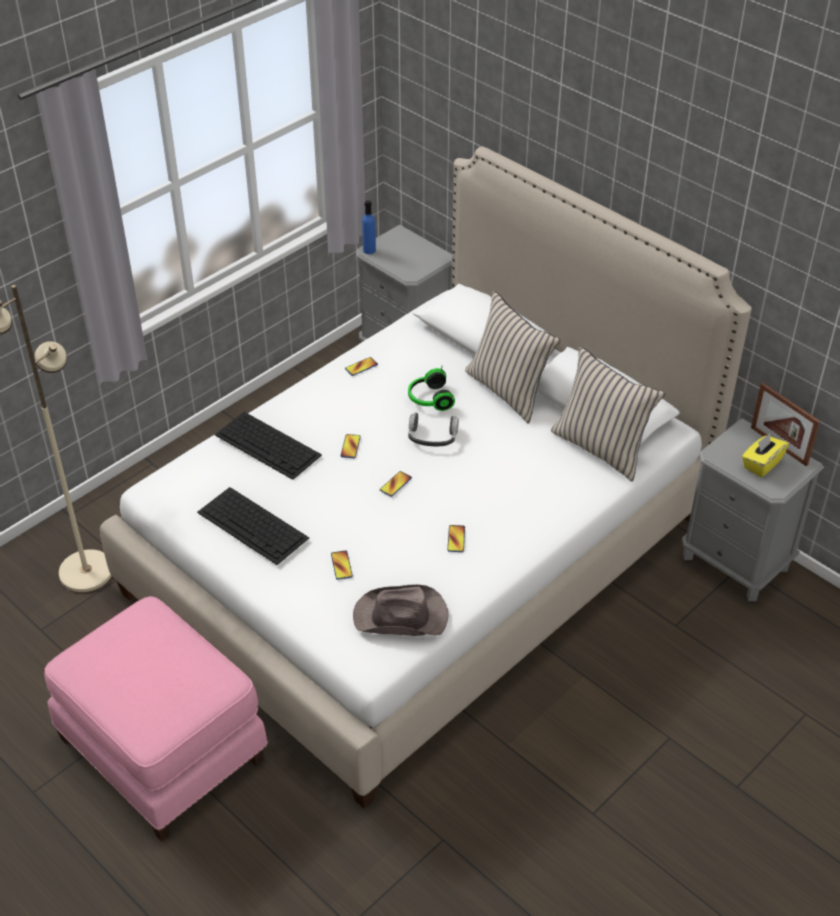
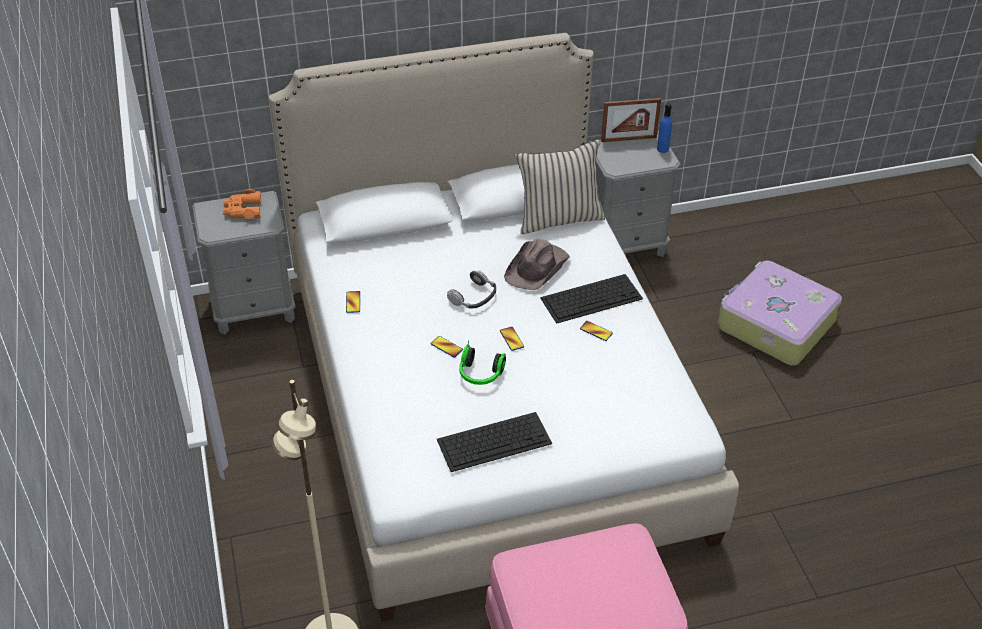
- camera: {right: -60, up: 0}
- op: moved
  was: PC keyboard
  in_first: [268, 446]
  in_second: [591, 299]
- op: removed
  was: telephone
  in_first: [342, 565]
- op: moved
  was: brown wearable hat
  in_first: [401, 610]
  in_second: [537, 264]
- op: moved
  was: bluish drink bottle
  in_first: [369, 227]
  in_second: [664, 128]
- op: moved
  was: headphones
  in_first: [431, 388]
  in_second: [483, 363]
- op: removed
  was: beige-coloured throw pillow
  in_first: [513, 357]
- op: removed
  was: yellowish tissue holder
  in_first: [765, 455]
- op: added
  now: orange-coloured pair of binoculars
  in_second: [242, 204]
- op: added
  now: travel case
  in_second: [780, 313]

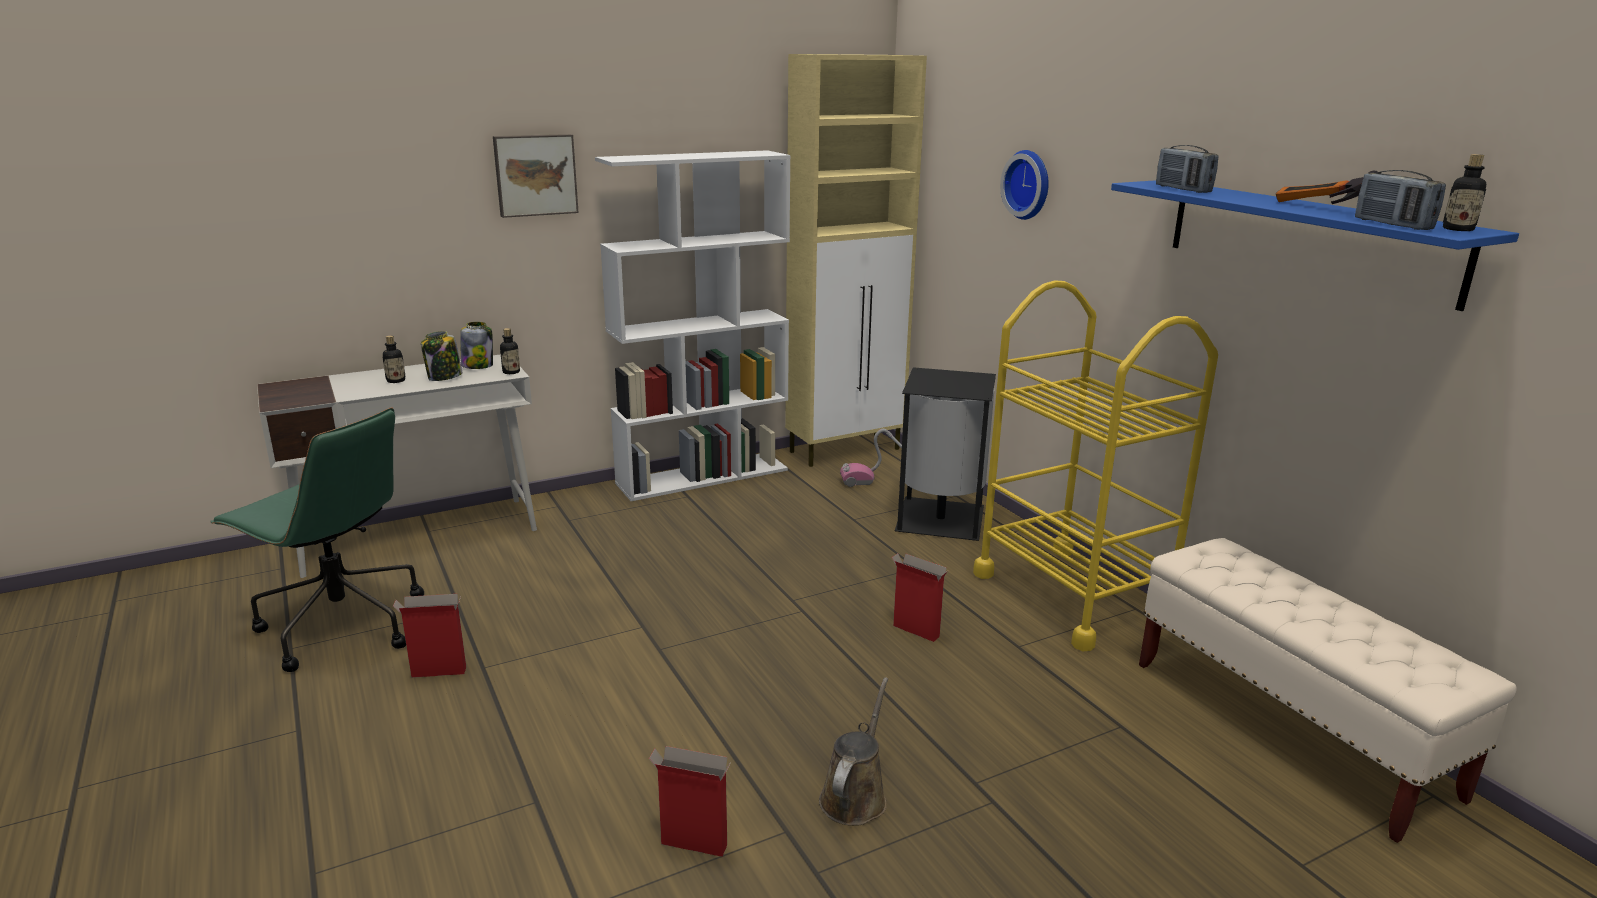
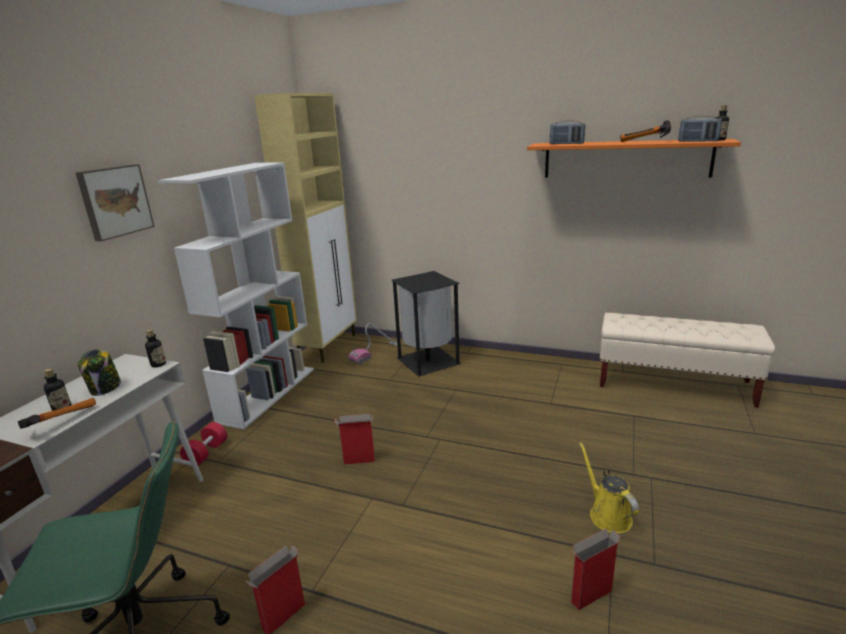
- camera: {right: -40, up: 0}
- op: removed
  was: storage jar
  in_first: [476, 345]
- op: recoloured
  was: brown sprinkling can
  now: yellowish sprinkling can
  in_first: [853, 751]
  in_second: [609, 487]
- op: moved
  was: cardboard box
  in_first: [920, 597]
  in_second: [354, 439]
- op: removed
  was: yellowish cart
  in_first: [1095, 465]
- op: removed
  was: hanging clock
  in_first: [1024, 185]
- op: recoloured
  was: bluish wall shelf
  now: orange-coloured wall shelf
  in_first: [1315, 245]
  in_second: [634, 158]
- op: added
  now: hammer
  in_second: [57, 413]
- op: added
  now: red dumbbell
  in_second: [203, 444]

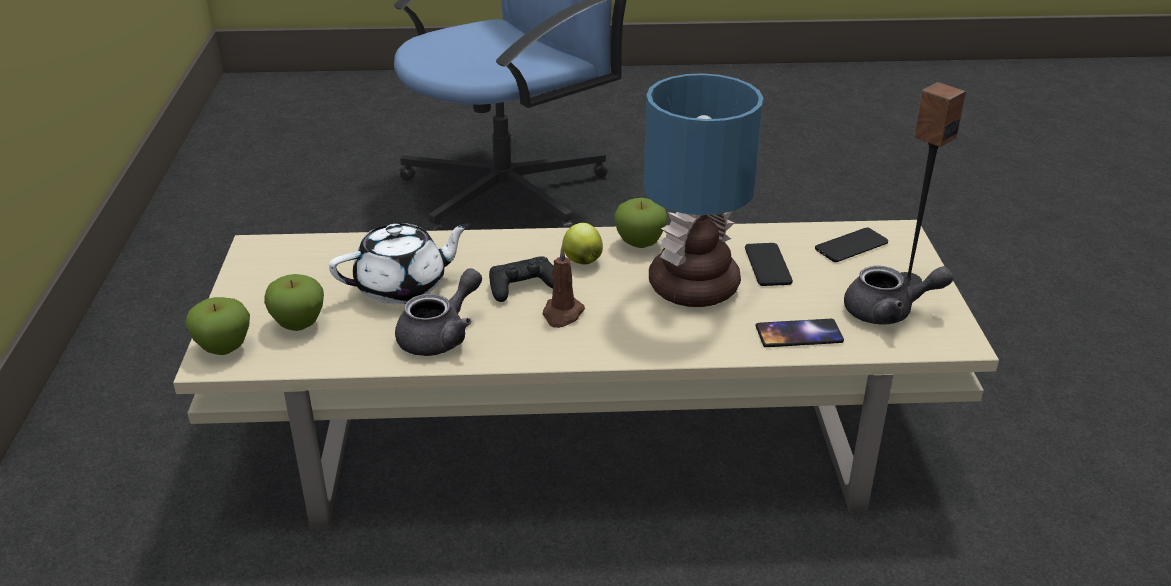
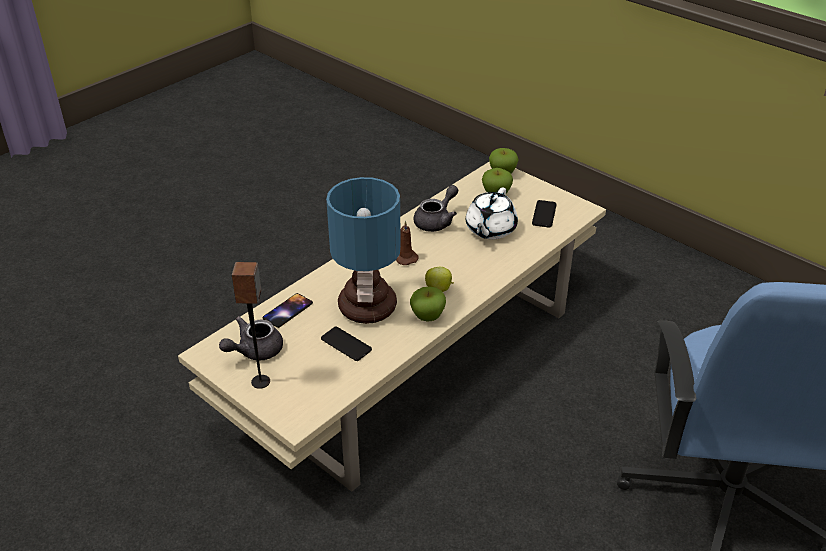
- camera: {right: 135, up: 5}
- op: turned
  was: gray tea pot
  in_first: [438, 312]
  in_second: [436, 208]
  clockwise: -135
- op: removed
  was: black-coloured joypad
  in_first: [521, 279]
- op: moved
  was: telephone
  in_first: [851, 244]
  in_second: [544, 214]

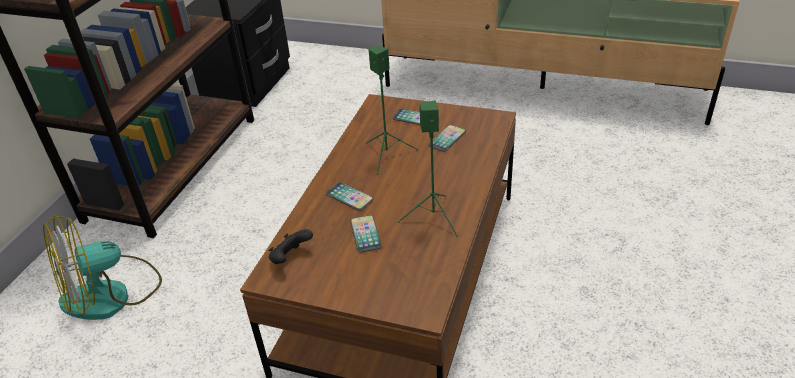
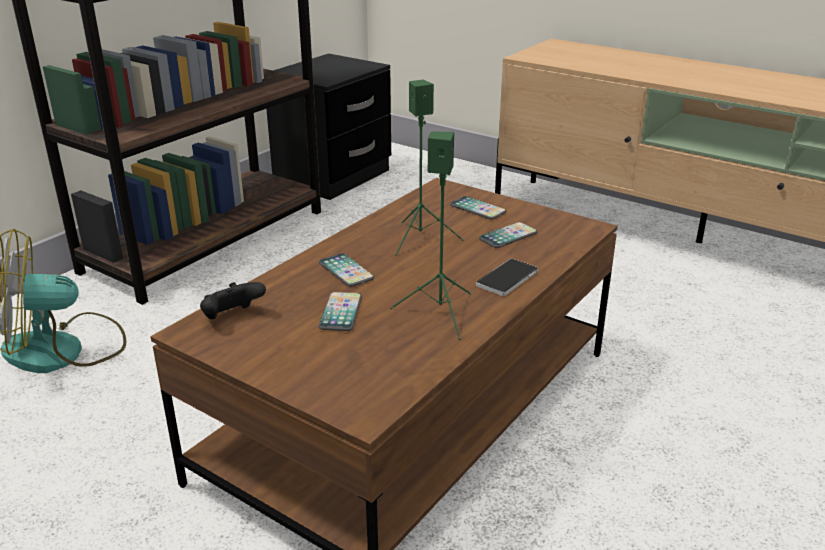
- camera: {right: 15, up: -10}
- op: added
  now: telephone
  in_second: [507, 277]

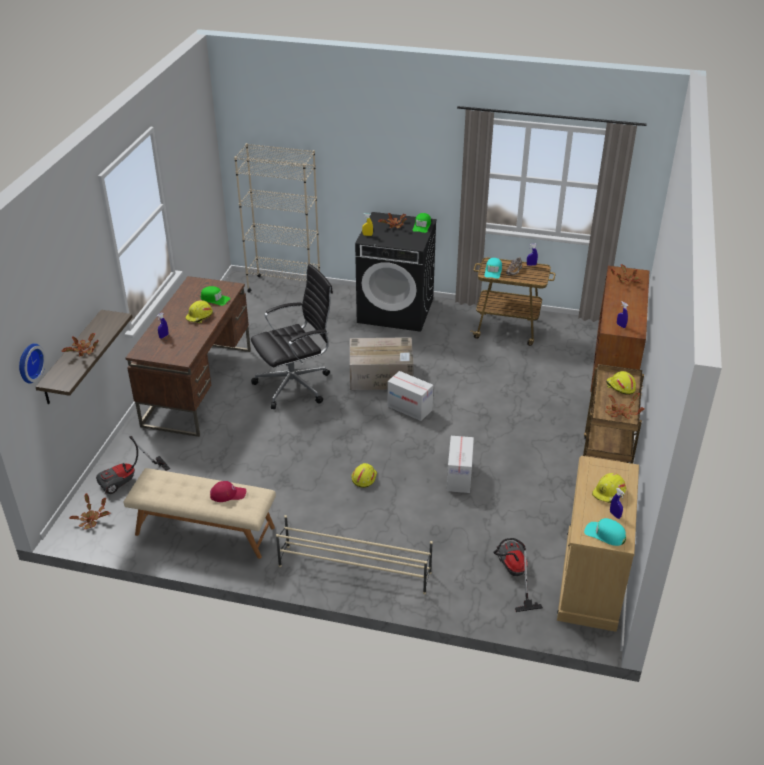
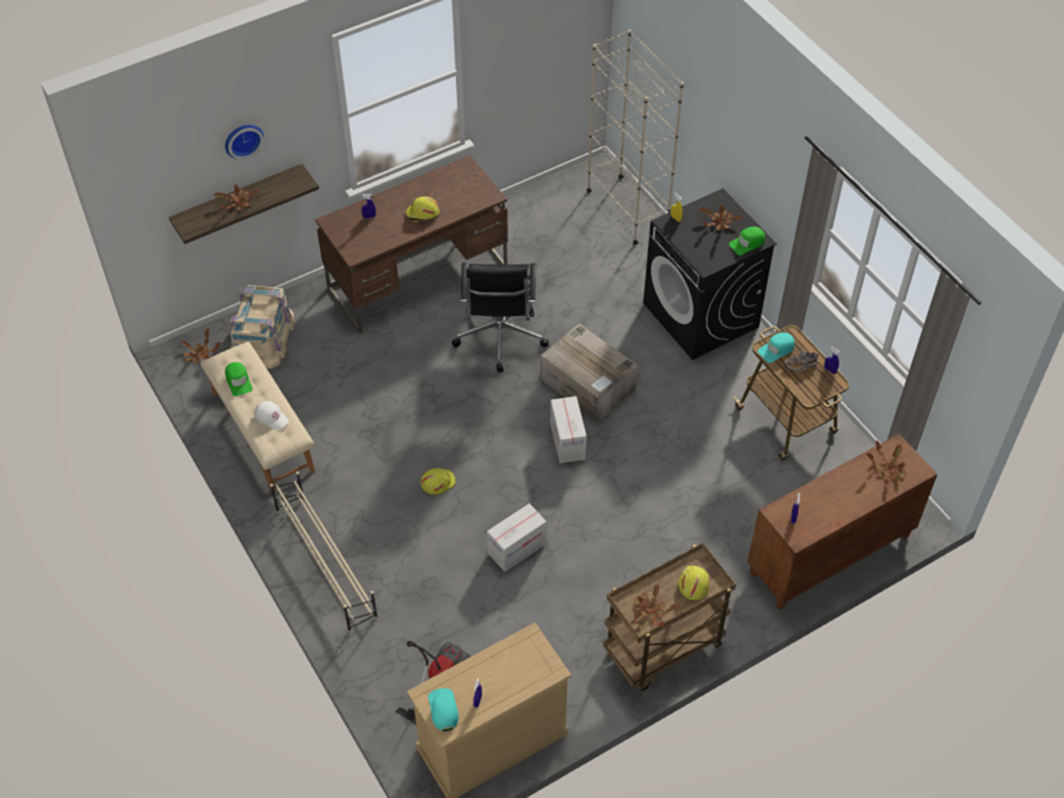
- camera: {right: 45, up: 15}
- op: moved
  was: hanging clock
  in_first: [32, 363]
  in_second: [244, 141]
- op: replaced
  was: hoover
  now: beige-coloured storage container
  in_first: [133, 465]
  in_second: [262, 327]
- op: moved
  was: greenish peaked cap
  in_first: [215, 296]
  in_second: [239, 379]
- op: recoloured
  was: red peaked cap
  now: whitish peaked cap
  in_first: [228, 491]
  in_second: [271, 415]
- op: turned
  was: black-coloured desk chair
  in_first: [292, 336]
  in_second: [500, 318]
  clockwise: 75
- op: removed
  was: yellowish safety helmet
  in_first: [609, 488]

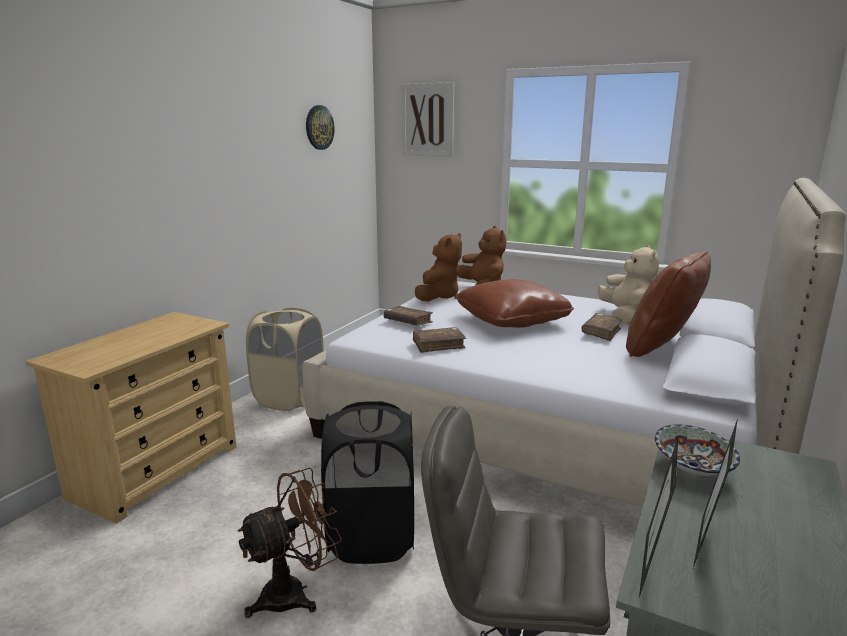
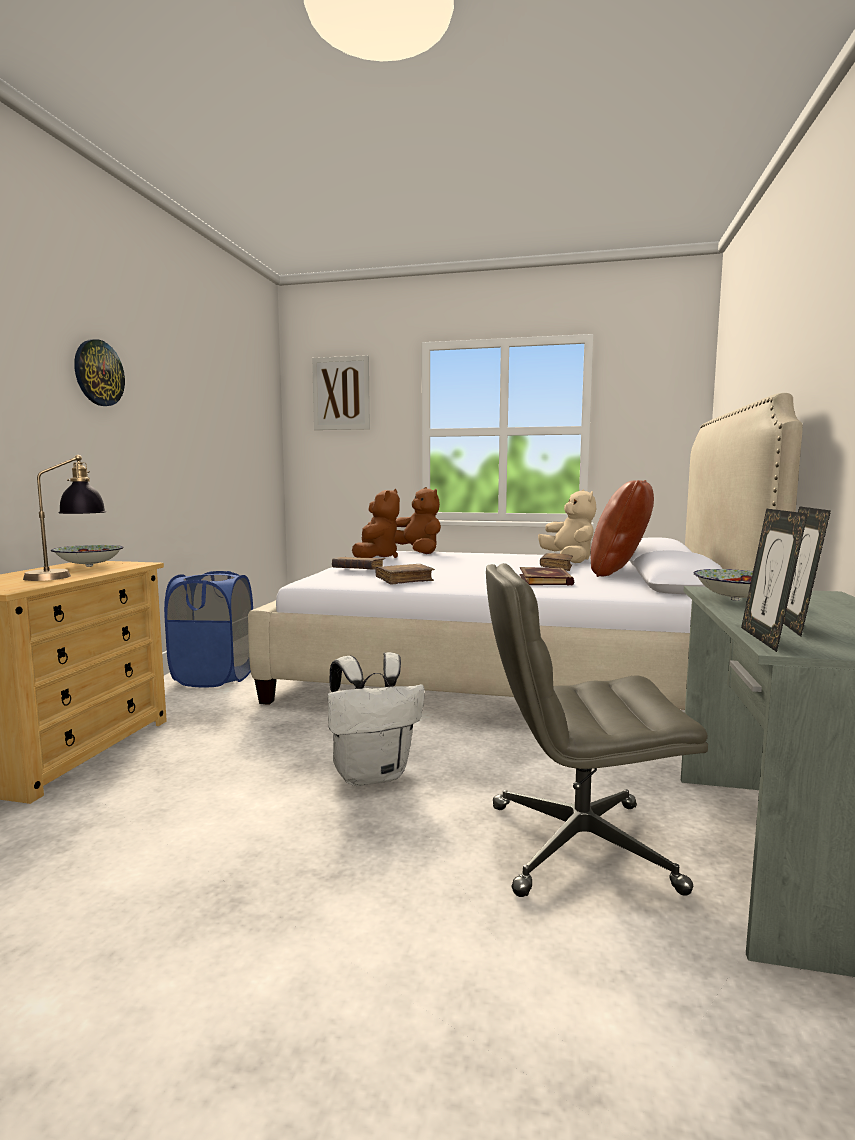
- camera: {right: -15, up: -10}
- op: removed
  was: brown electric fan
  in_first: [290, 543]
- op: recoloured
  was: beige-coloured hamper
  now: bluish hamper
  in_first: [285, 359]
  in_second: [208, 629]
- op: moved
  was: hanging clock
  in_first: [320, 127]
  in_second: [99, 372]
- op: replaced
  was: black-coloured hamper
  now: whitish rucksack
  in_first: [367, 482]
  in_second: [376, 719]
- op: removed
  was: brown throw pillow
  in_first: [514, 303]
- op: added
  now: lamp for a table
  in_second: [64, 518]
- op: added
  now: serving bowl
  in_second: [87, 556]
- op: added
  now: bound book
  in_second: [547, 576]

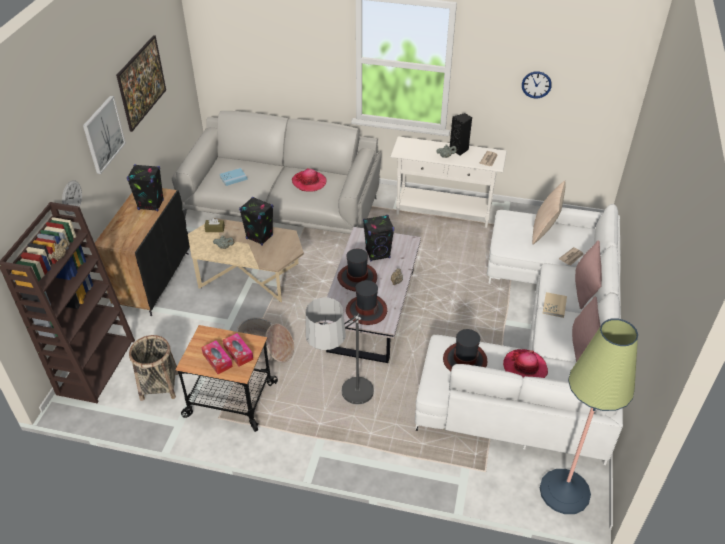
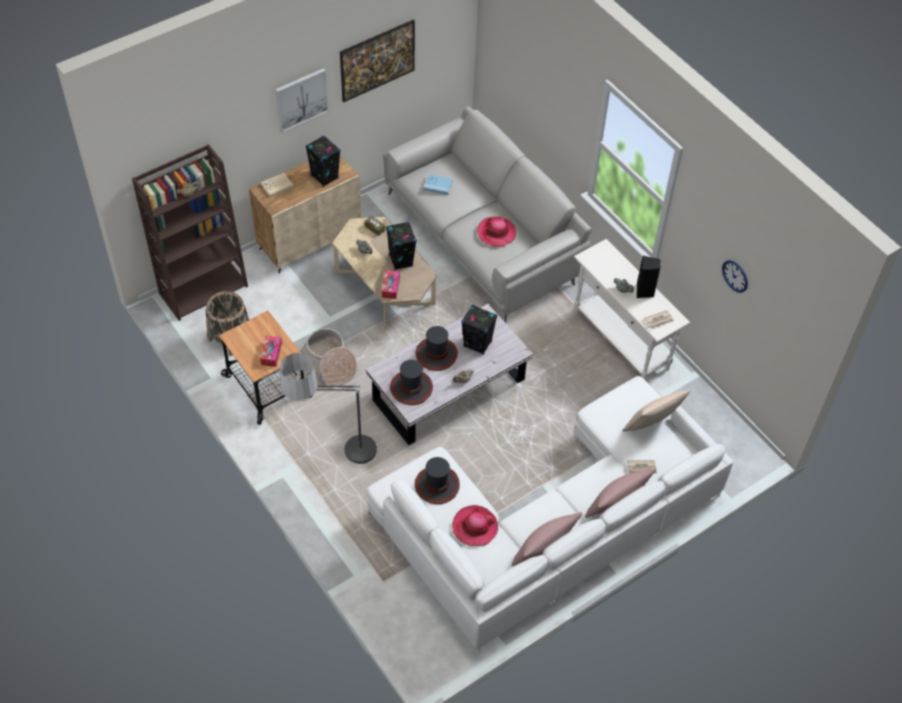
- camera: {right: 40, up: 10}
- op: removed
  was: hanging clock
  in_first: [72, 197]
- op: recoloured
  was: black-coloured storage cabinet
  now: beige-coloured storage cabinet
  in_first: [142, 252]
  in_second: [305, 214]
- op: moved
  was: tissue holder
  in_first: [217, 357]
  in_second: [391, 284]
- op: removed
  was: floor lamp
  in_first: [589, 416]
- op: moved
  was: beige-coloured bound book
  in_first: [554, 305]
  in_second: [277, 185]

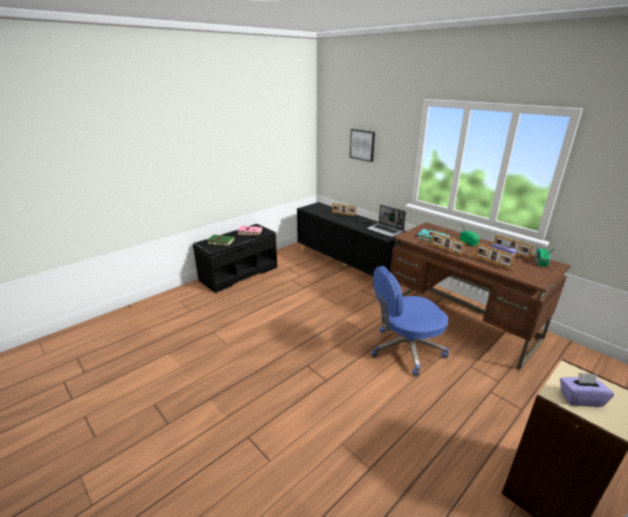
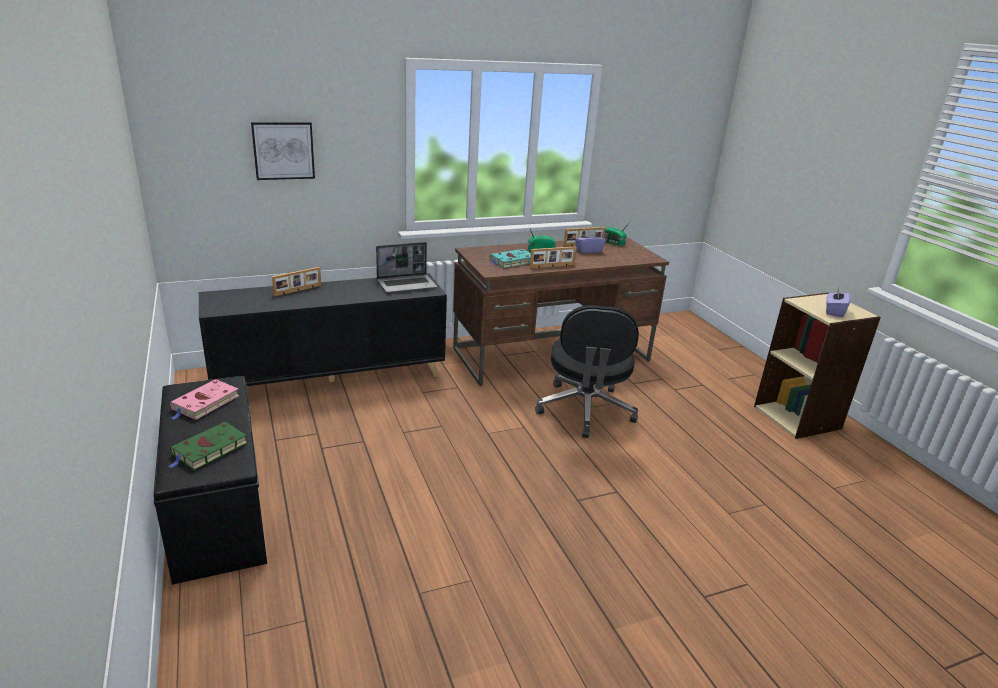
- camera: {right: -70, up: 0}
- op: recoloured
  was: bluish desk chair
  now: black-coloured desk chair
  in_first: [410, 321]
  in_second: [587, 371]
- op: removed
  was: standing frame
  in_first: [495, 256]

